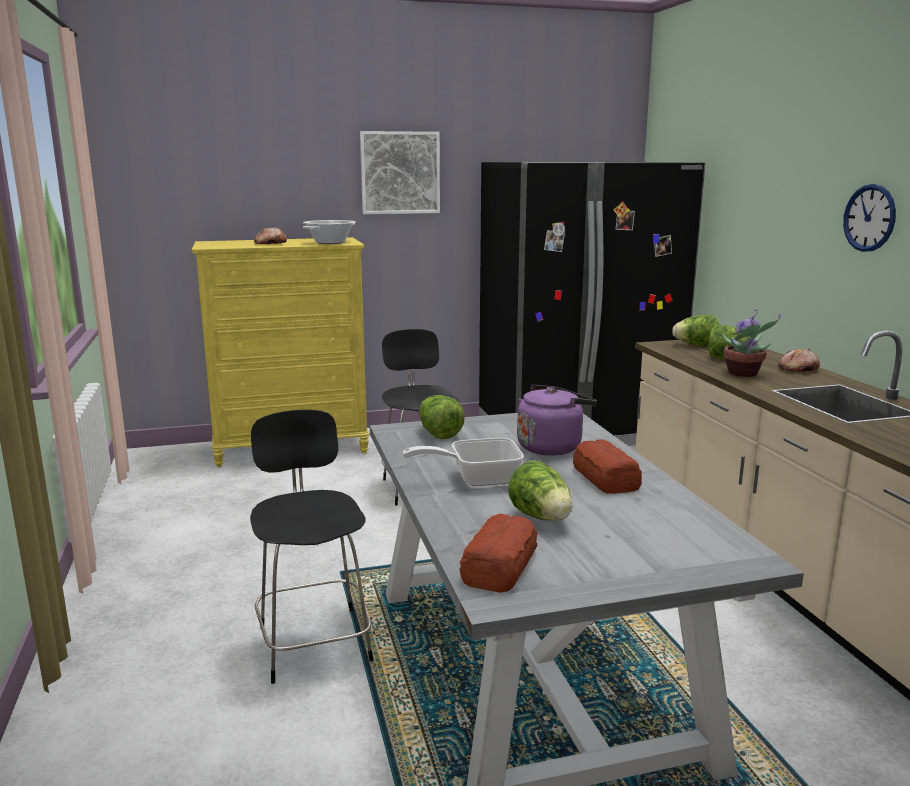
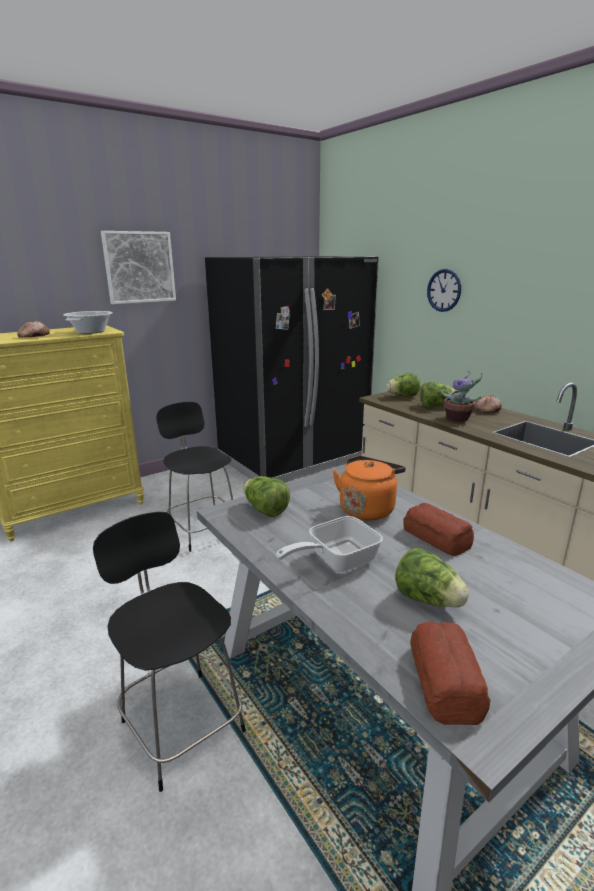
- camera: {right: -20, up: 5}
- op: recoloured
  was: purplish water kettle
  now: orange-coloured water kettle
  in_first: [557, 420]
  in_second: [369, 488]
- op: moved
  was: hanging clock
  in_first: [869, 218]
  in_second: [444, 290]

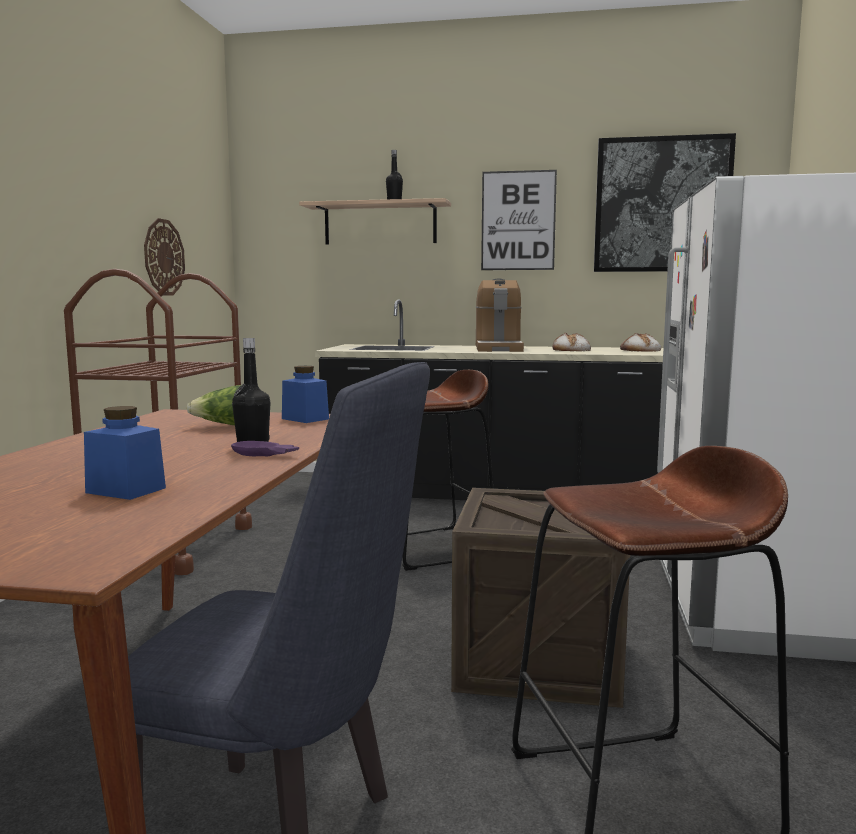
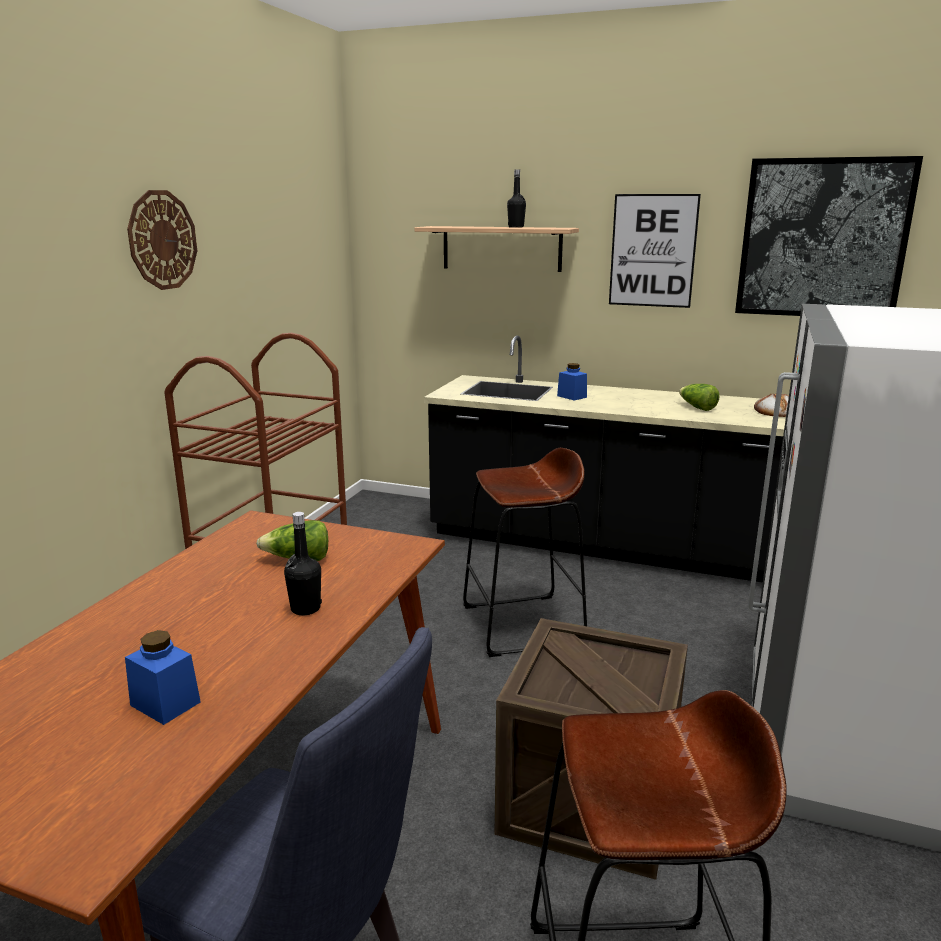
- camera: {right: 10, up: 10}
- op: moved
  was: hanging clock
  in_first: [164, 257]
  in_second: [162, 240]
- op: removed
  was: purplish serving bowl
  in_first: [265, 448]
- op: moved
  was: bluish storage jar
  in_first: [305, 394]
  in_second: [572, 382]
- op: removed
  was: coffee maker
  in_first: [500, 315]
- op: replaced
  was: bakery bread
  now: head of lettuce
  in_first: [571, 342]
  in_second: [699, 397]

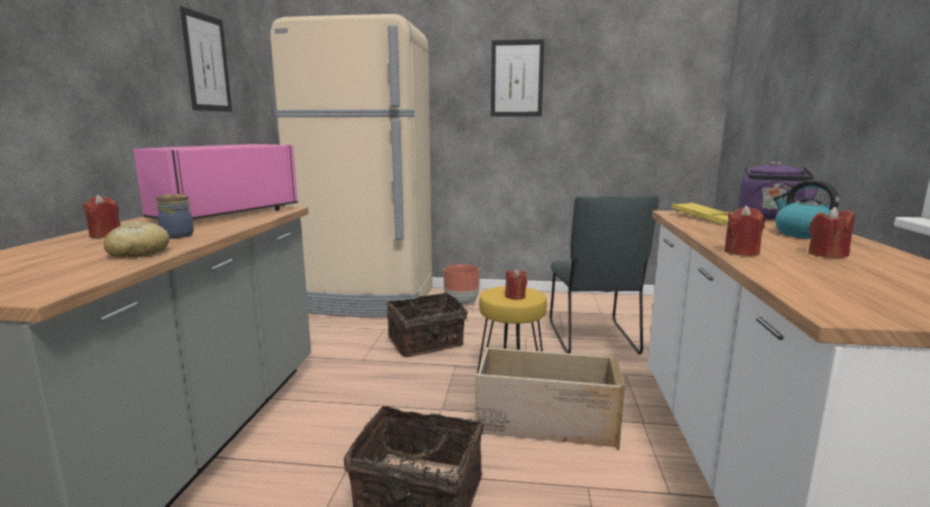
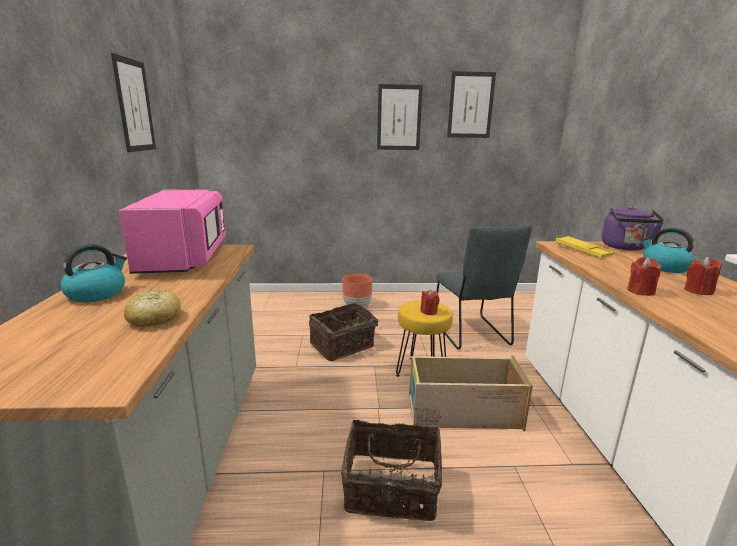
- camera: {right: -10, up: 5}
- op: replaced
  was: red wax candle
  now: water kettle
  in_first: [102, 216]
  in_second: [94, 273]
- op: turned
  was: pink-coloured microwave oven
  in_first: [215, 182]
  in_second: [172, 231]
  clockwise: 150
- op: removed
  was: storage jar
  in_first: [175, 216]
- op: removed
  was: beige-coloured refrigerator
  in_first: [351, 165]
- op: added
  now: wall picture
  in_second: [471, 104]

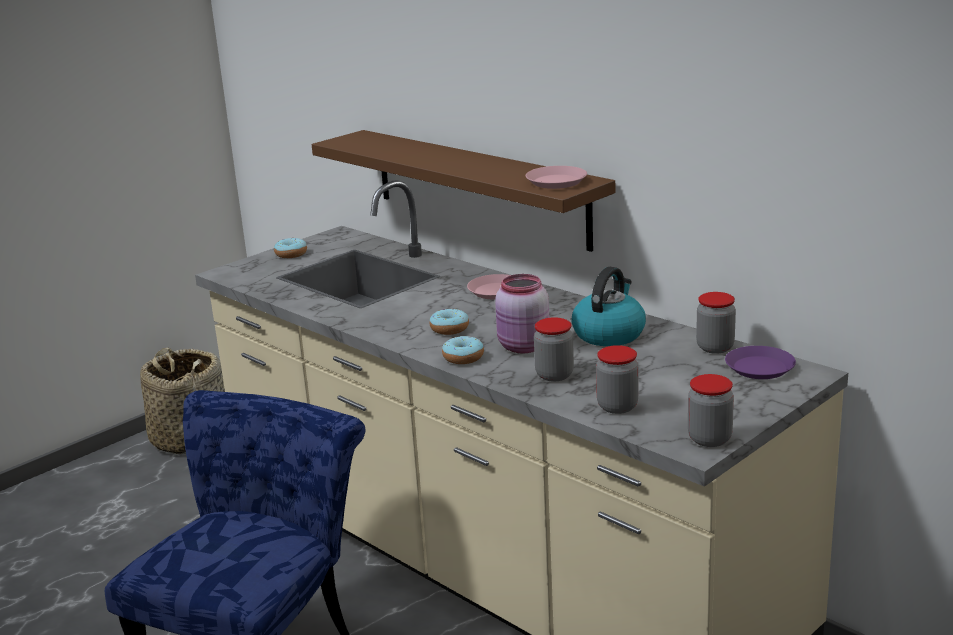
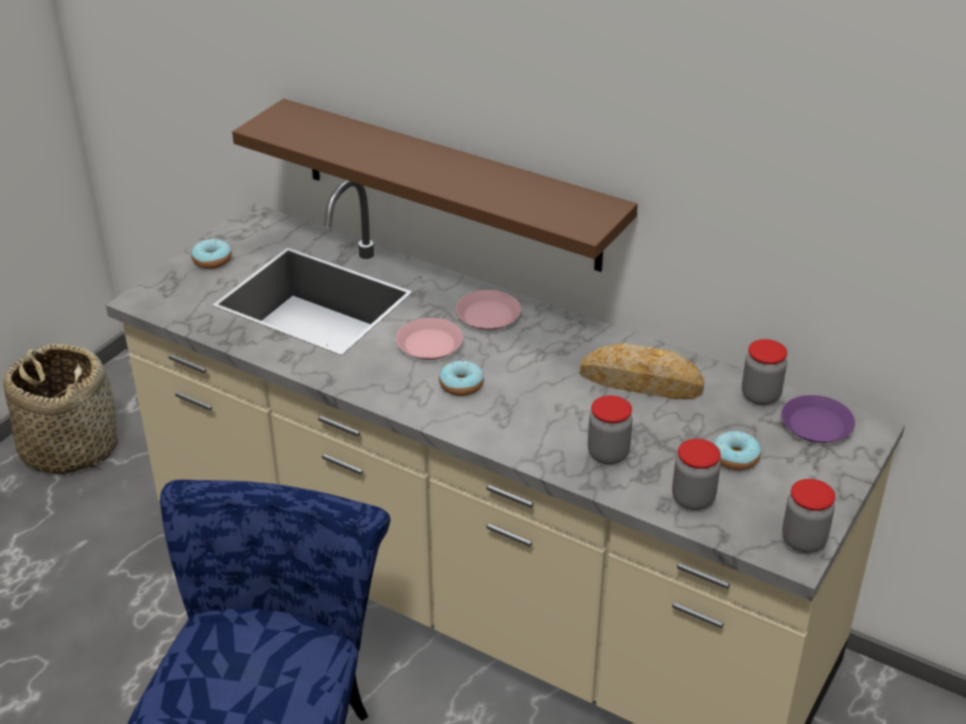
- camera: {right: -15, up: 15}
- op: moved
  was: donut
  in_first: [463, 350]
  in_second: [737, 450]
- op: removed
  was: pink-coloured storage jar
  in_first: [522, 313]
- op: moved
  was: pink-coloured flat dish
  in_first: [556, 177]
  in_second: [429, 339]
- op: replaced
  was: water kettle
  now: bakery bread
  in_first: [608, 306]
  in_second: [642, 371]

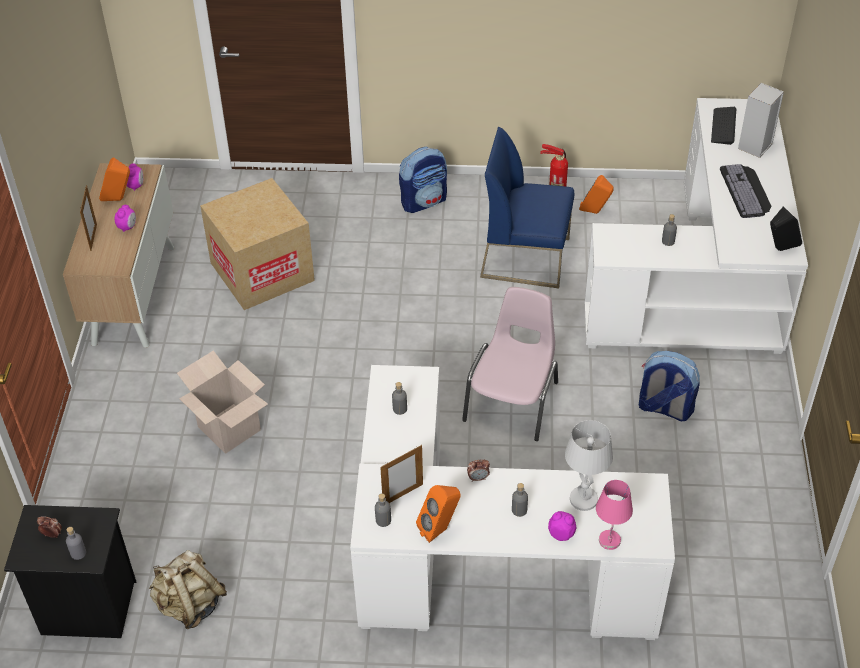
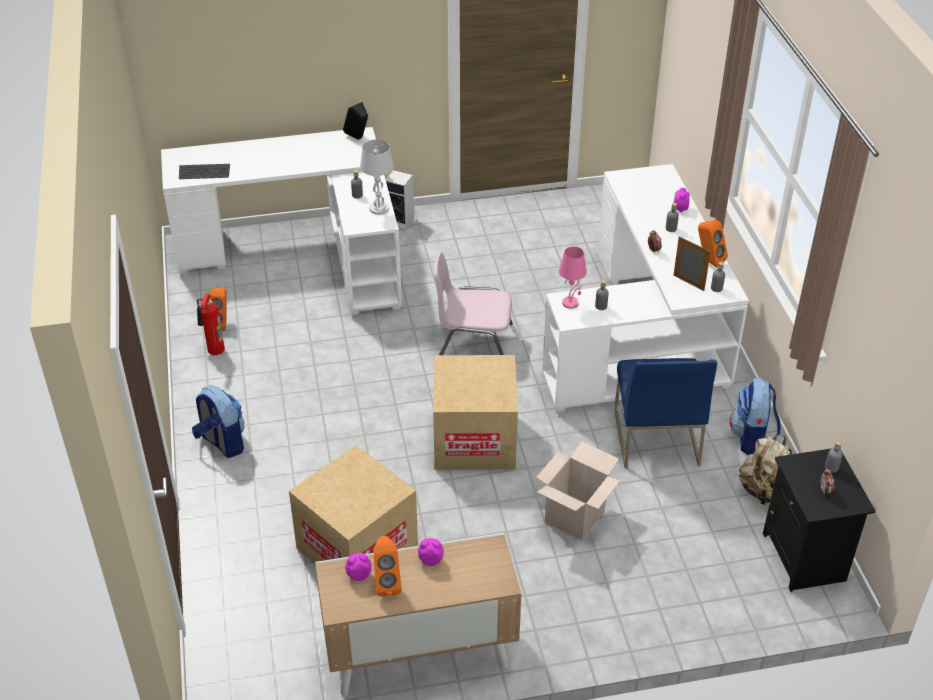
- camera: {right: -105, up: -5}
- op: removed
  was: standing frame
  in_first: [88, 218]
- op: moved
  was: bluish upright chair
  in_first: [527, 208]
  in_second: [665, 413]
- op: moved
  was: whitish lamp for a table
  in_first: [589, 465]
  in_second: [377, 177]
- op: moved
  was: pink-coloured lamp for a table
  in_first: [614, 515]
  in_second: [573, 278]
- op: moved
  was: rucksack
  in_first: [669, 386]
  in_second: [754, 416]
- op: removed
  was: PC keyboard
  in_first: [746, 191]
- op: moved
  was: loudspeaker
  in_first: [761, 120]
  in_second: [399, 199]
- op: added
  now: cardboard box
  in_second: [475, 412]

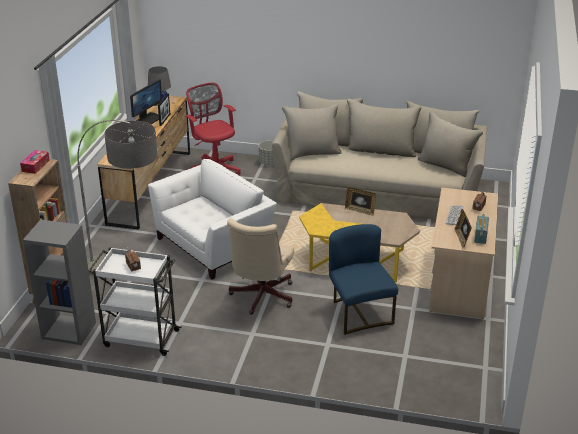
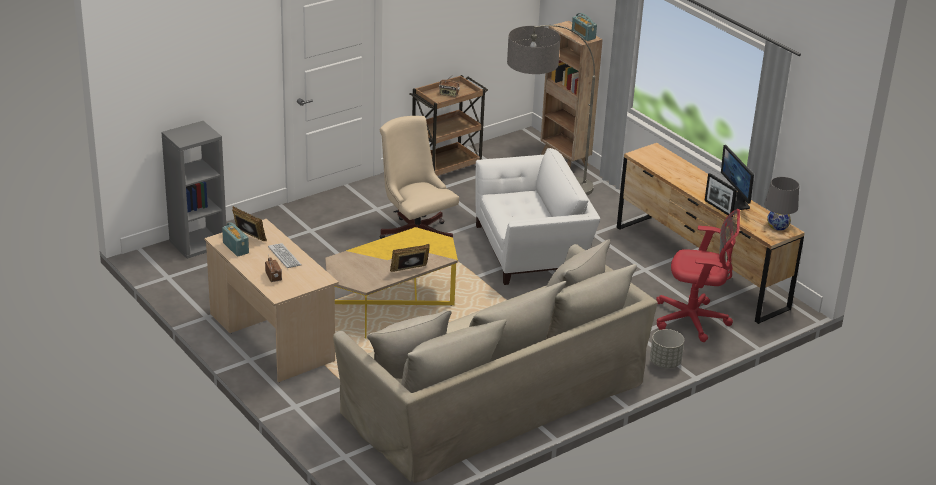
- camera: {right: 130, up: 0}
- op: replaced
  was: tissue holder
  now: radio receiver
  in_first: [35, 162]
  in_second: [584, 27]
- op: moved
  was: gray bookcase
  in_first: [59, 282]
  in_second: [193, 190]
- op: recoloured
  was: whitish cart
  now: brown cart
  in_first: [134, 301]
  in_second: [449, 125]
- op: turned
  was: whitish easy chair
  in_first: [212, 219]
  in_second: [537, 216]
  clockwise: -105
- op: removed
  was: bluish upright chair
  in_first: [363, 279]

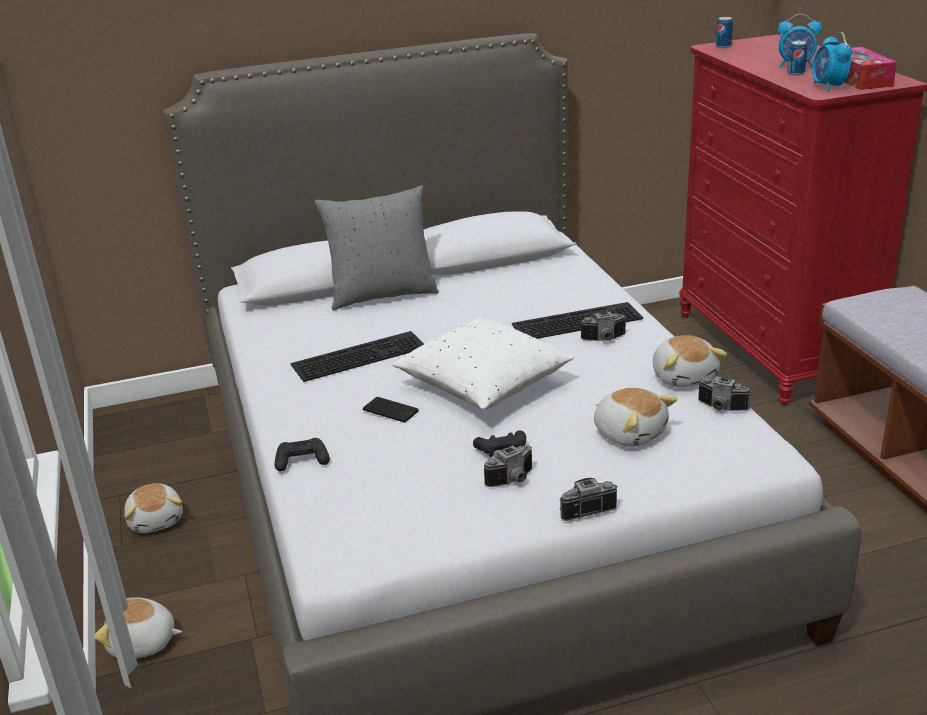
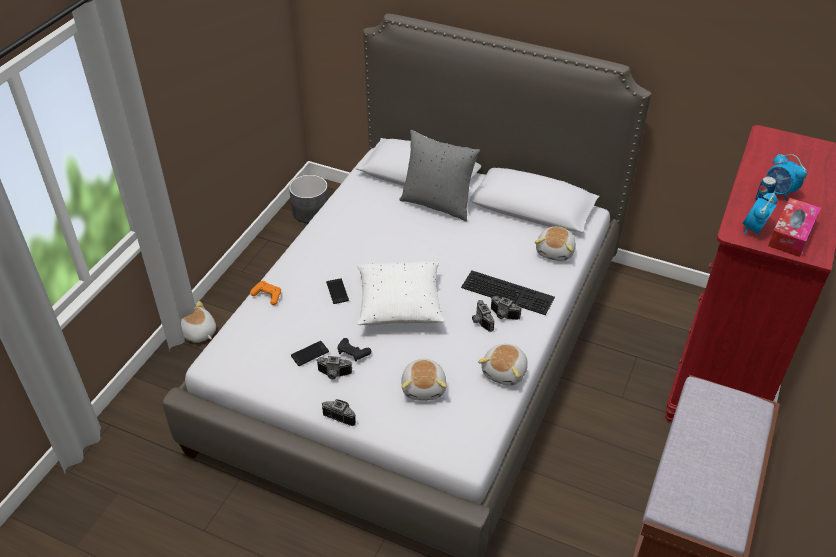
- camera: {right: 40, up: 15}
- op: moved
  was: soft toy
  in_first: [153, 508]
  in_second: [555, 244]
- op: recoloured
  was: black-coloured joypad
  now: orange-coloured joypad
  in_first: [302, 454]
  in_second: [265, 293]
- op: removed
  was: PC keyboard
  in_first: [357, 356]
- op: moved
  was: photo camera
  in_first: [725, 393]
  in_second: [483, 316]
- op: removed
  was: sealed can
  in_first: [724, 32]
- op: added
  now: gray flower pot
  in_second: [308, 199]
- op: added
  now: telephone
  in_second: [310, 353]

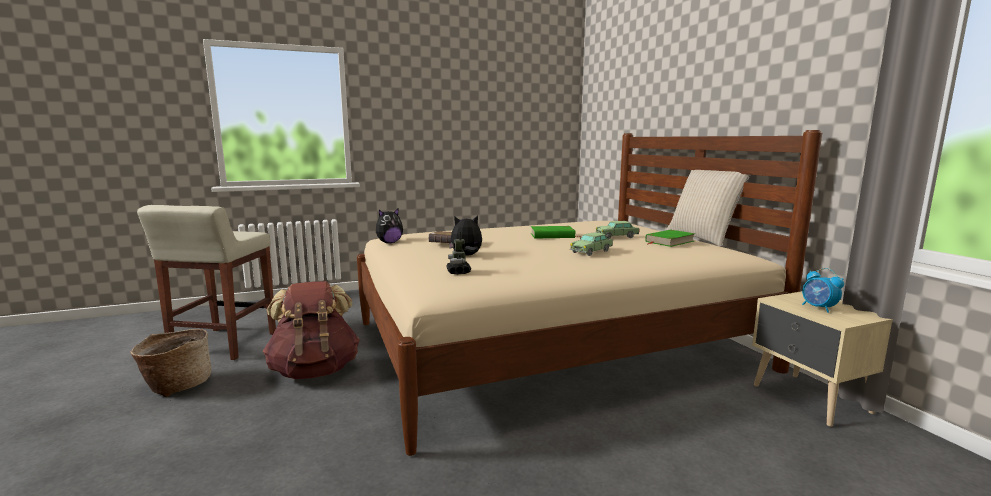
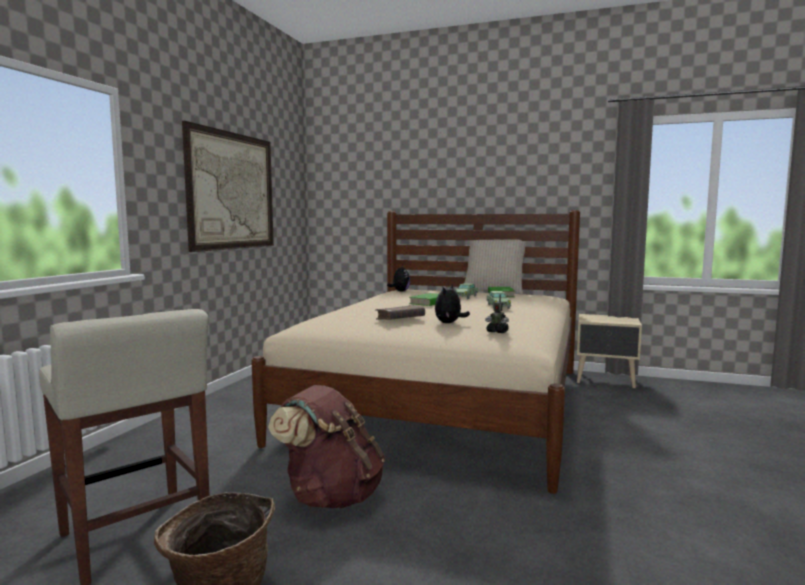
- camera: {right: -50, up: -5}
- op: moved
  was: soft toy
  in_first: [389, 226]
  in_second: [398, 278]
- op: removed
  was: table clock
  in_first: [823, 290]
- op: added
  now: wall picture
  in_second: [228, 186]

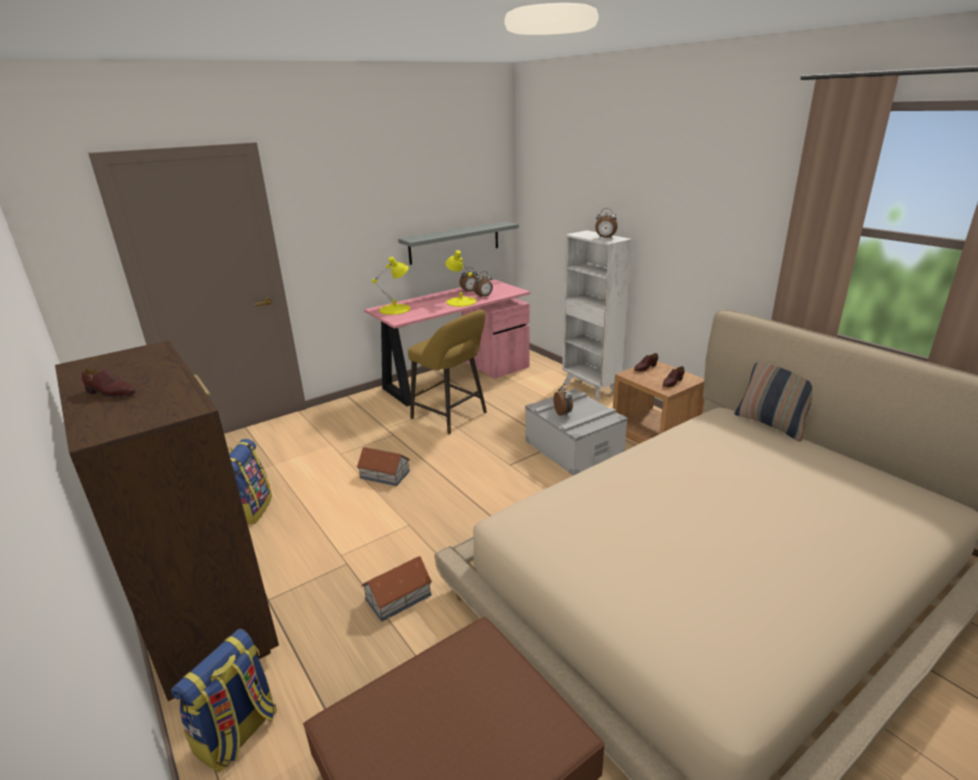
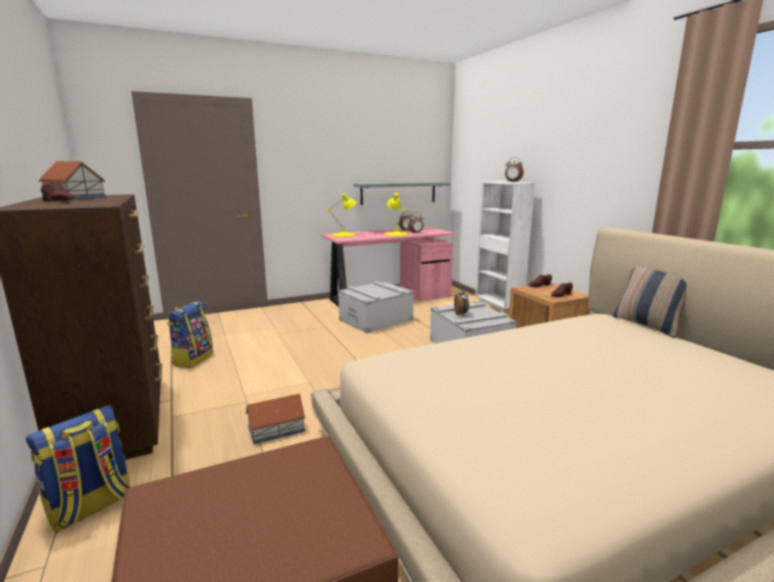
- camera: {right: 10, up: -10}
- op: moved
  was: model house
  in_first: [383, 466]
  in_second: [72, 180]
- op: replaced
  was: yellowish stool seat
  now: gray storage container
  in_first: [447, 372]
  in_second: [376, 307]

